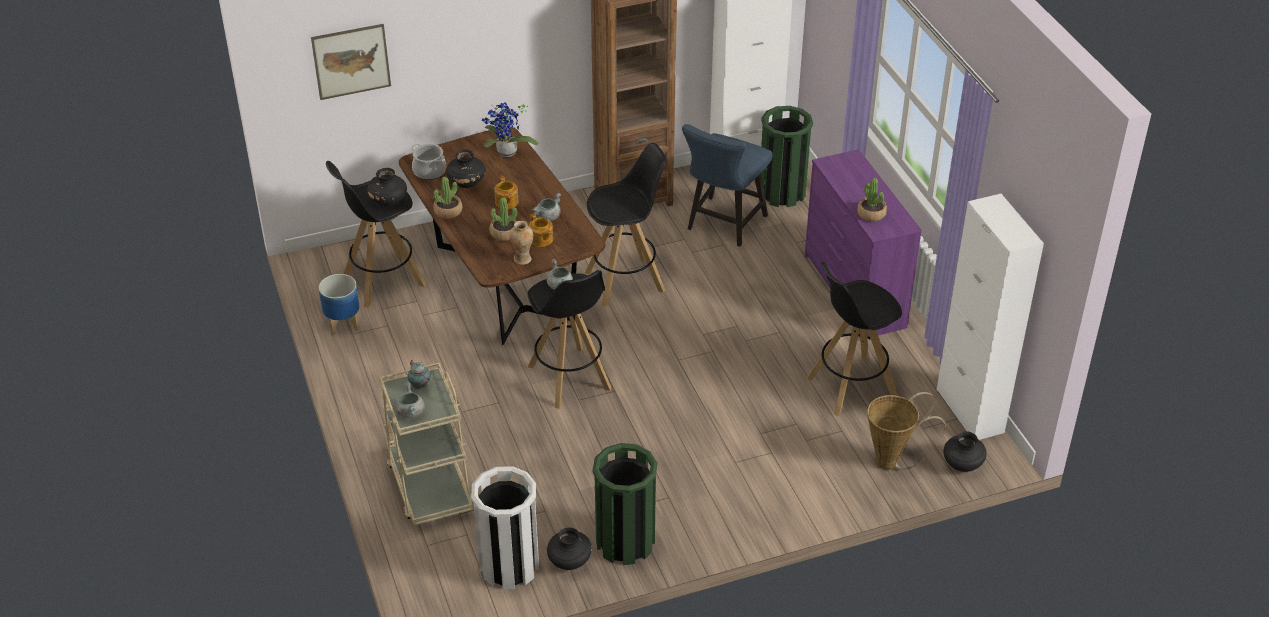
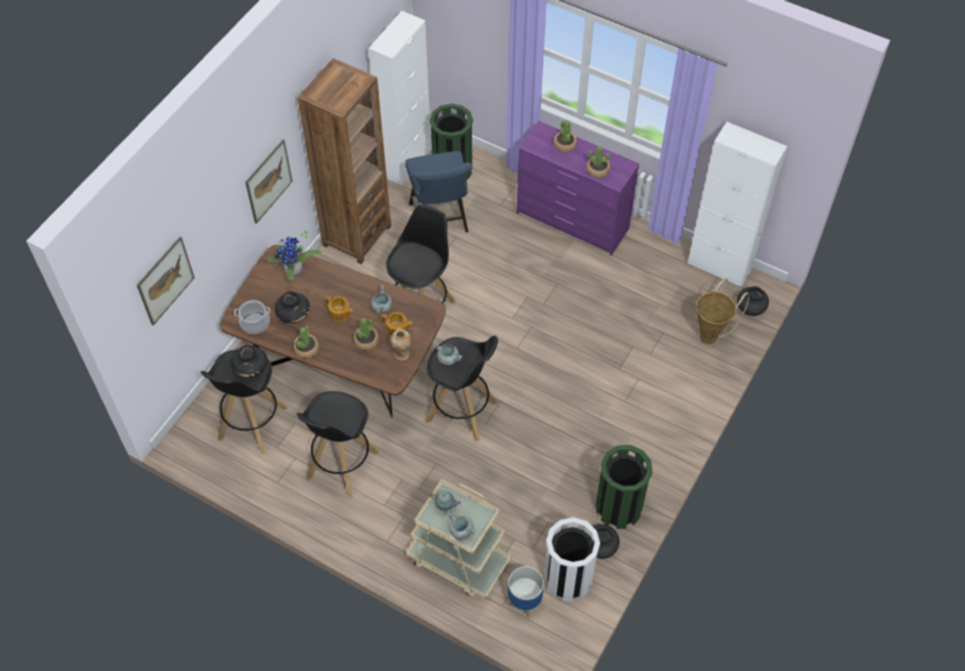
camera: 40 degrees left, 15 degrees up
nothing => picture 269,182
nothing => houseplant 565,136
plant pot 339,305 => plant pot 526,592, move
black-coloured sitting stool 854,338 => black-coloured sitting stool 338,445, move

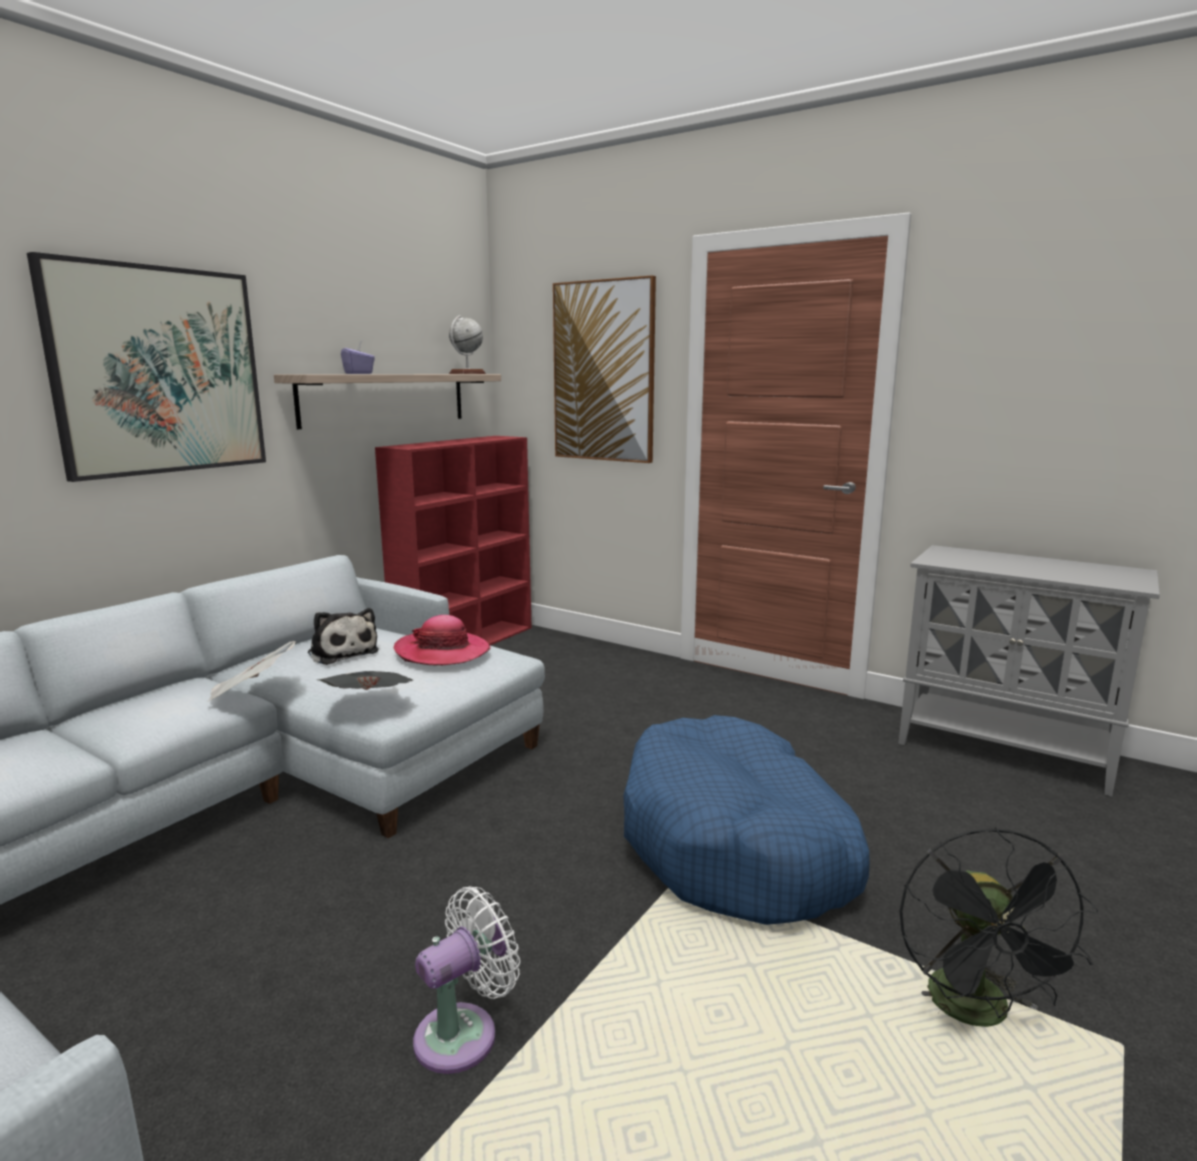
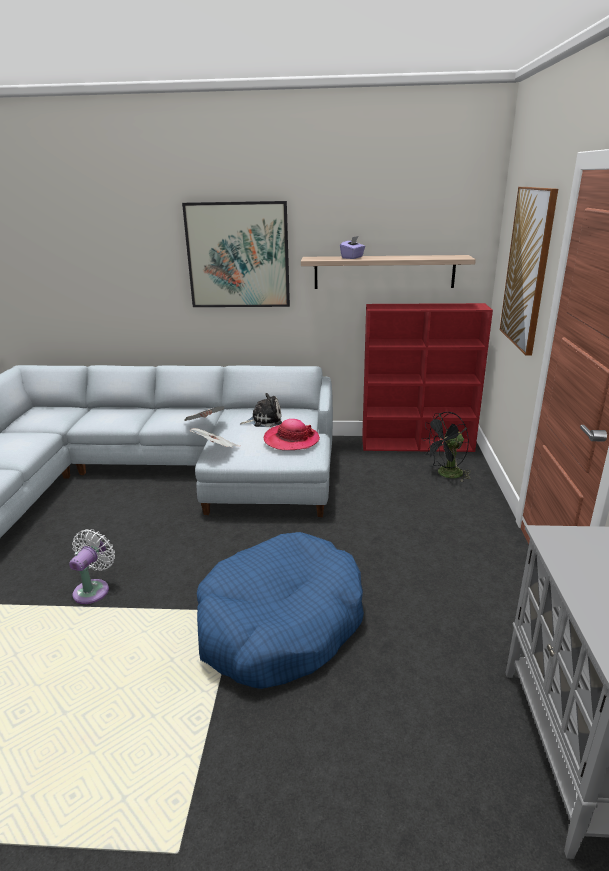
camera: 60 degrees right, 10 degrees up
globe 467,344 => nothing
black-coloured cooling fan 999,927 => black-coloured cooling fan 446,447, move
plush toy 343,636 => plush toy 261,410, 120 degrees counterclockwise
white cooling fan 466,980 => white cooling fan 92,566, 90 degrees counterclockwise

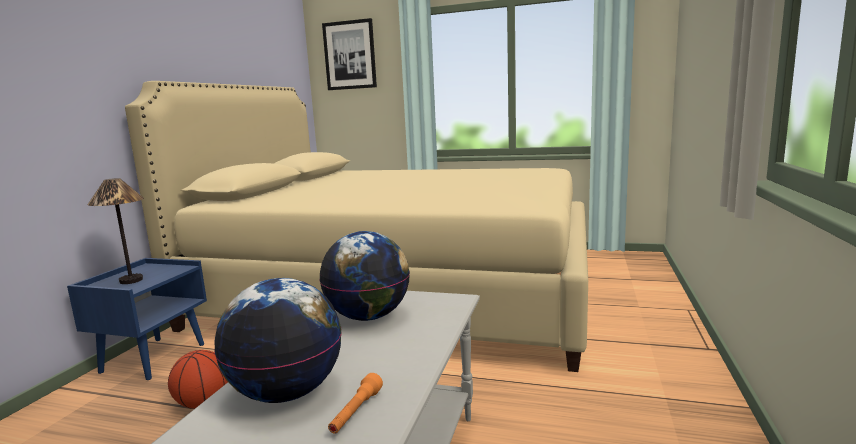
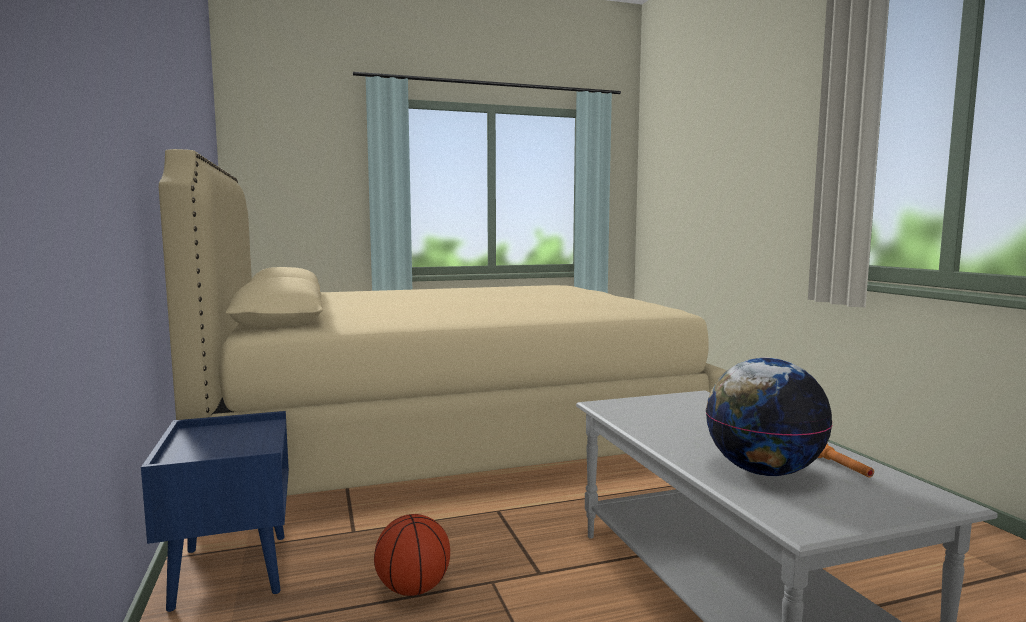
camera: 35 degrees left, 5 degrees down
tabletop lamp 115,231 => nothing
globe 364,276 => nothing
picture 349,54 => nothing

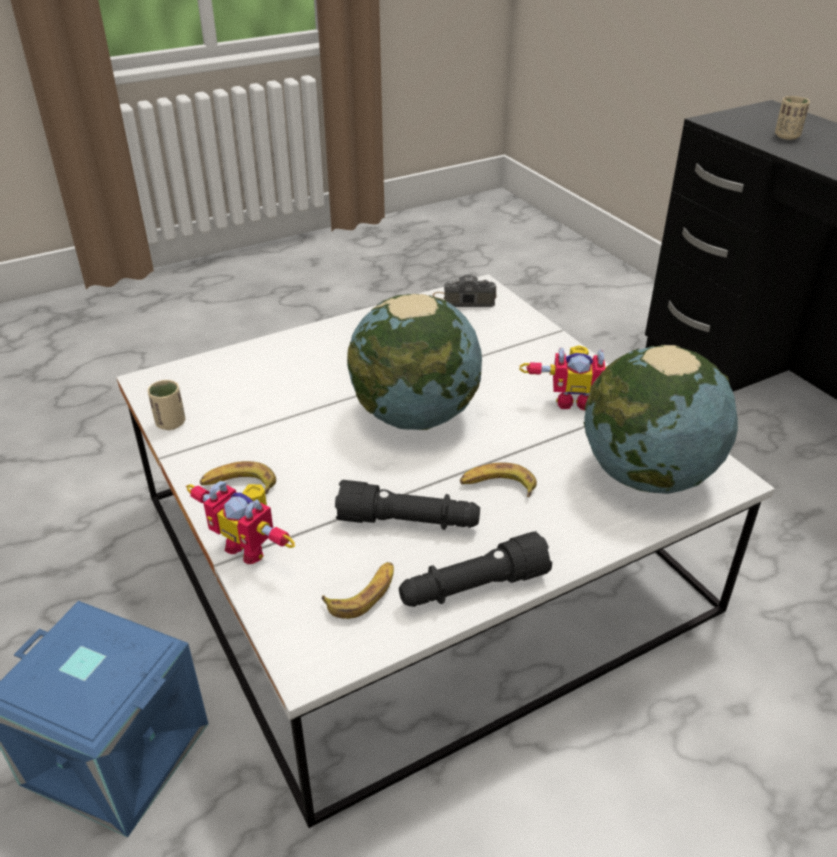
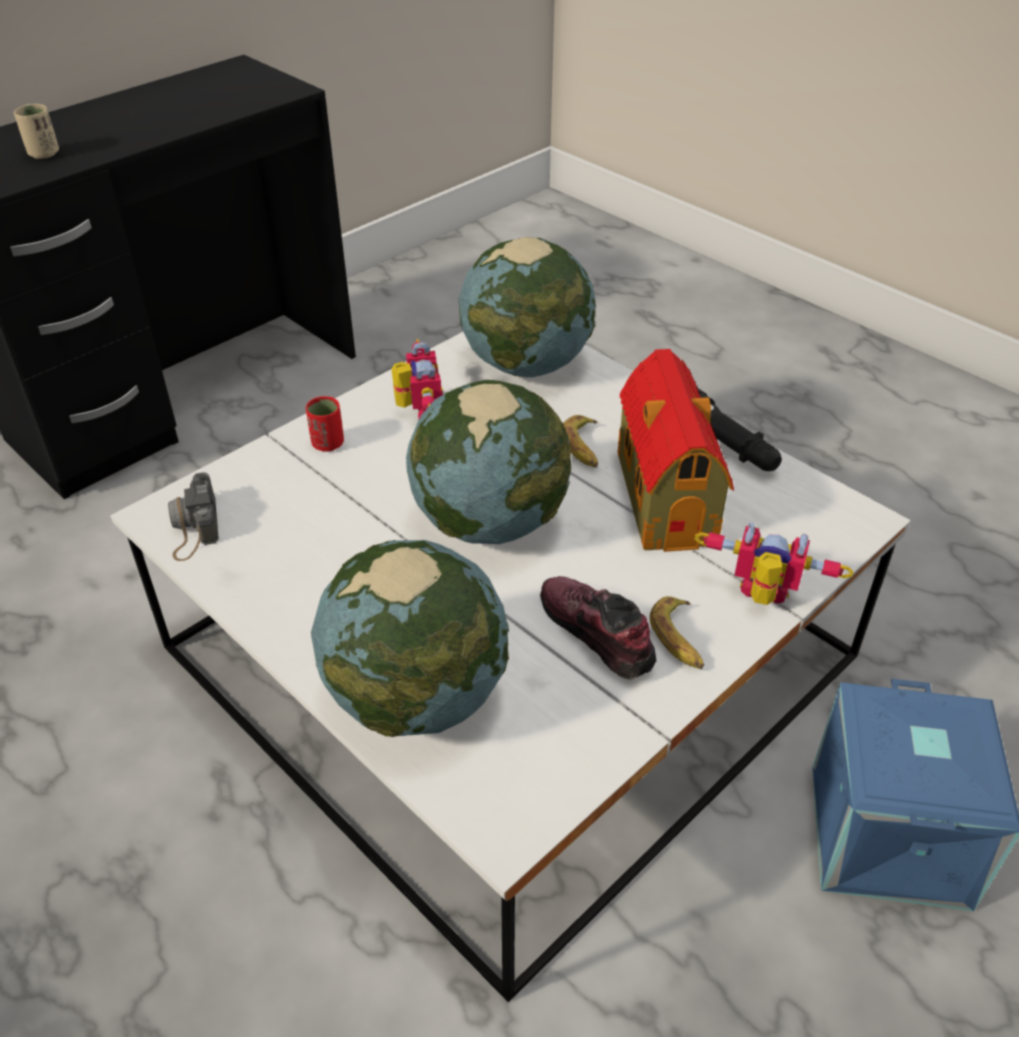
camera: 105 degrees left, 5 degrees up
beige-coloured cup 166,405 => nothing
whole banana 358,590 => nothing
nothing => red-coloured cup 325,424
nothing => globe 410,638
nothing => low shoe 598,628
black-coloured hand torch 407,505 => toy house 676,450
robot figure 240,523 => robot figure 774,563, 90 degrees counterclockwise

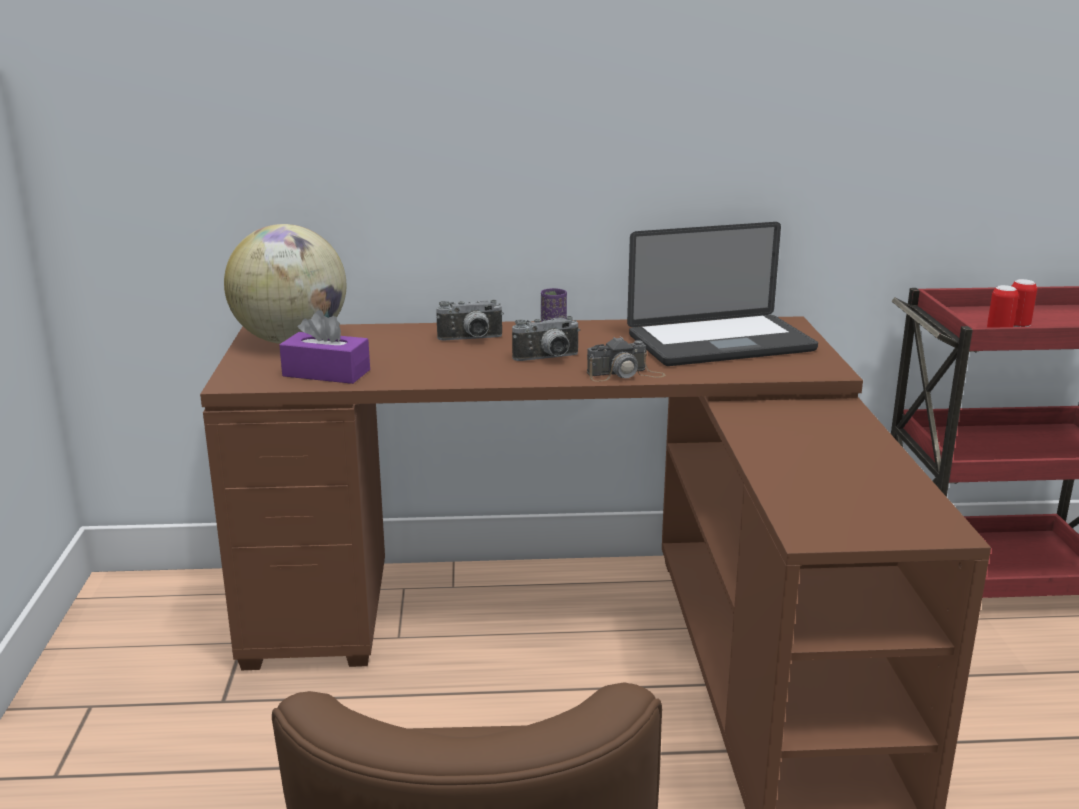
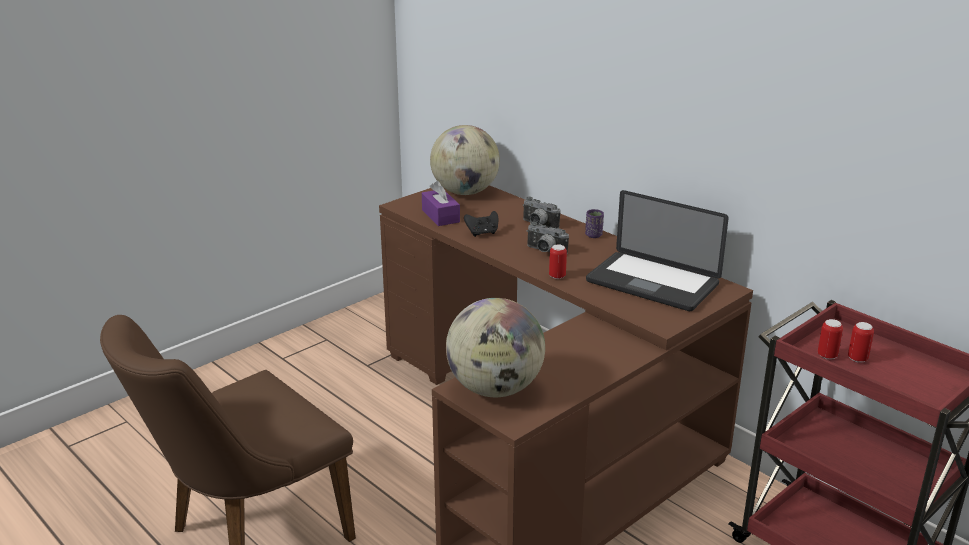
camera: 50 degrees right, 5 degrees up
nothing => globe 495,347
nothing => black-coloured game controller 481,224
photo camera 626,359 => can 558,261

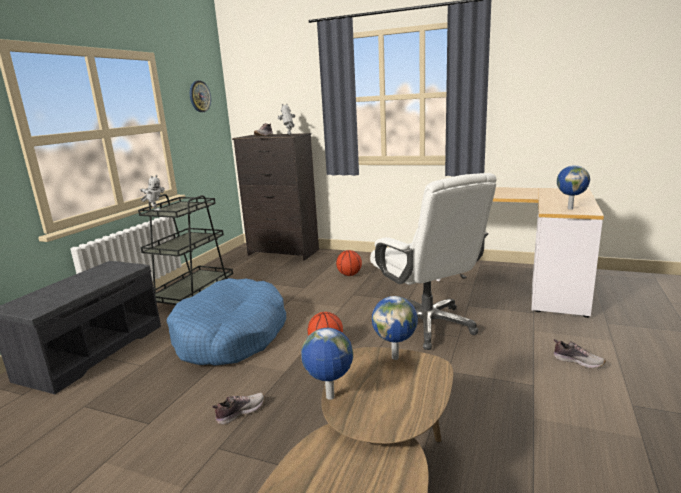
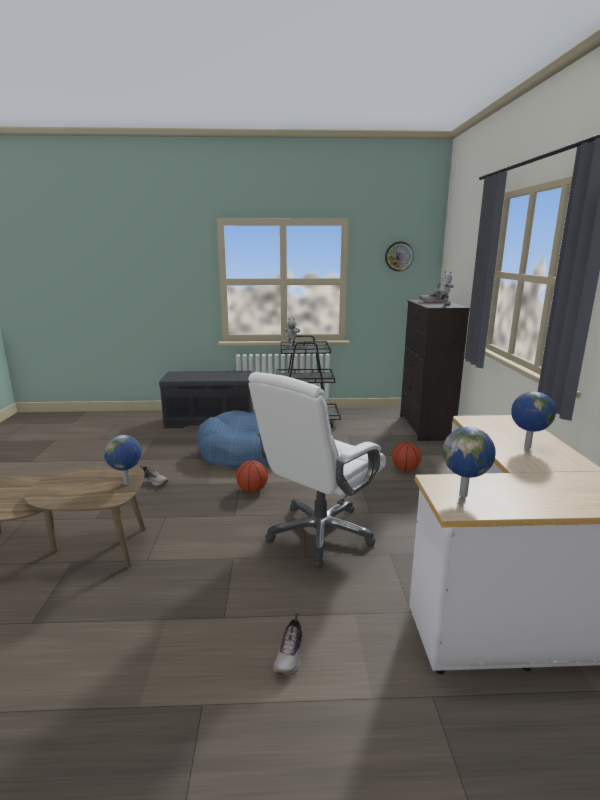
camera: 65 degrees right, 0 degrees up
globe 327,364 => globe 533,420, move

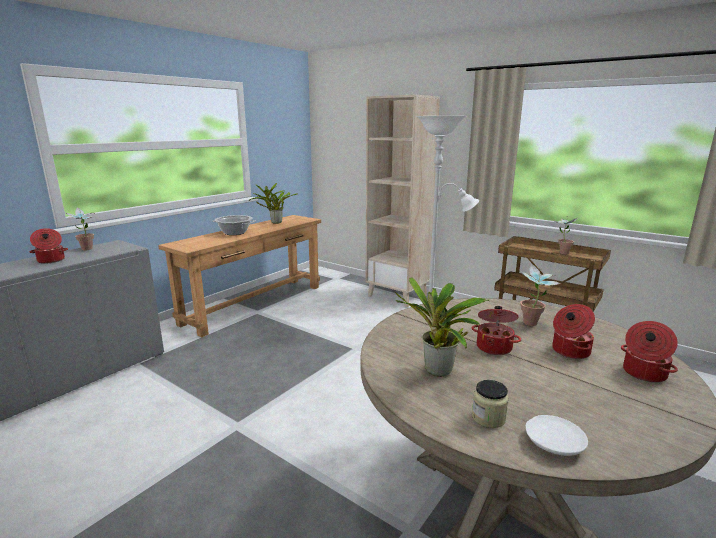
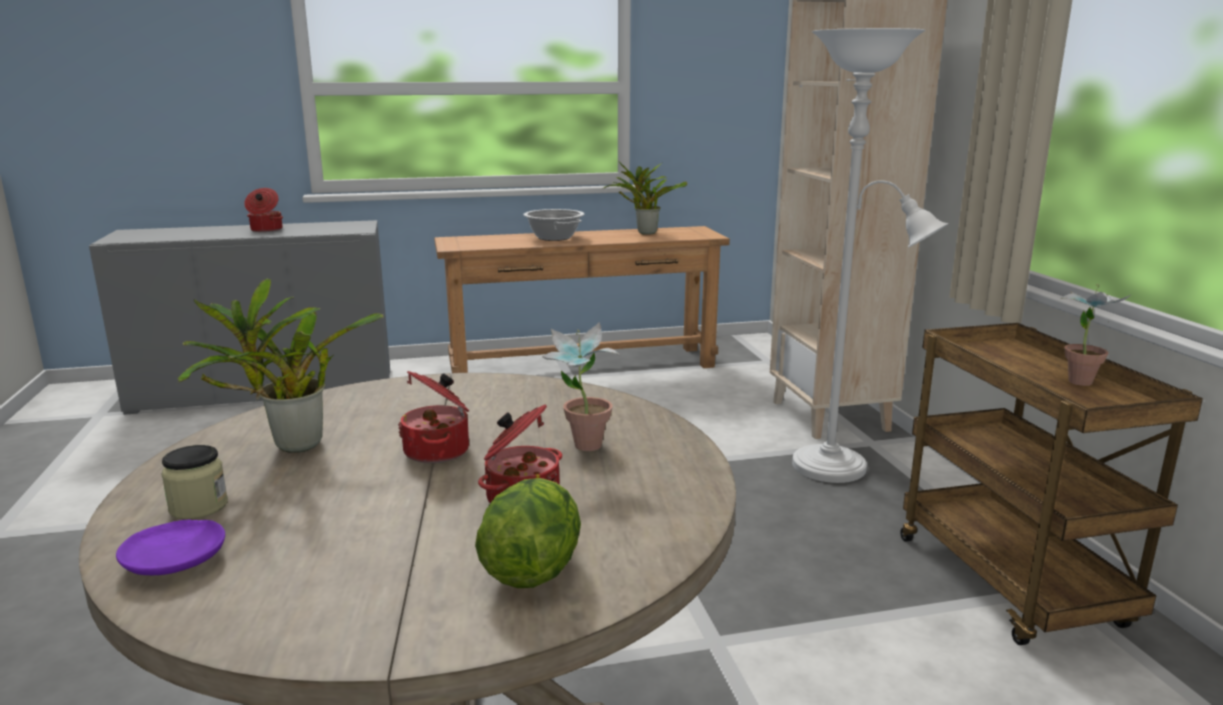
camera: 40 degrees right, 0 degrees up
houseplant 81,228 => nothing
cooking pot 649,352 => lettuce 528,533
white flat dish 557,435 => purplish flat dish 170,547

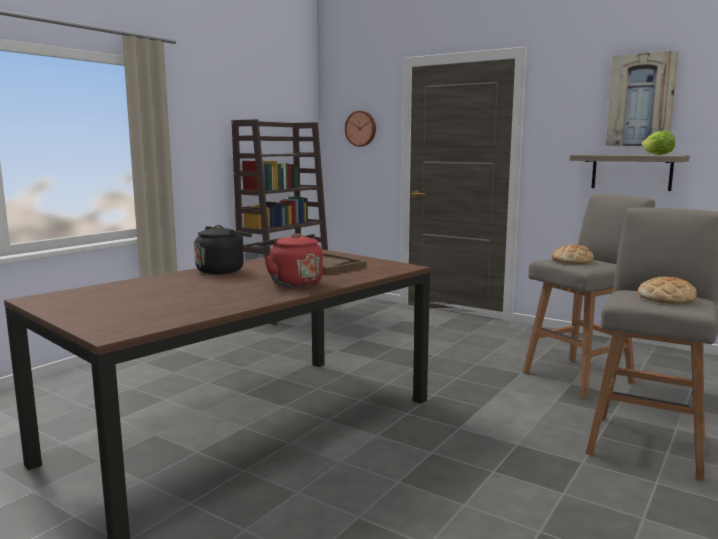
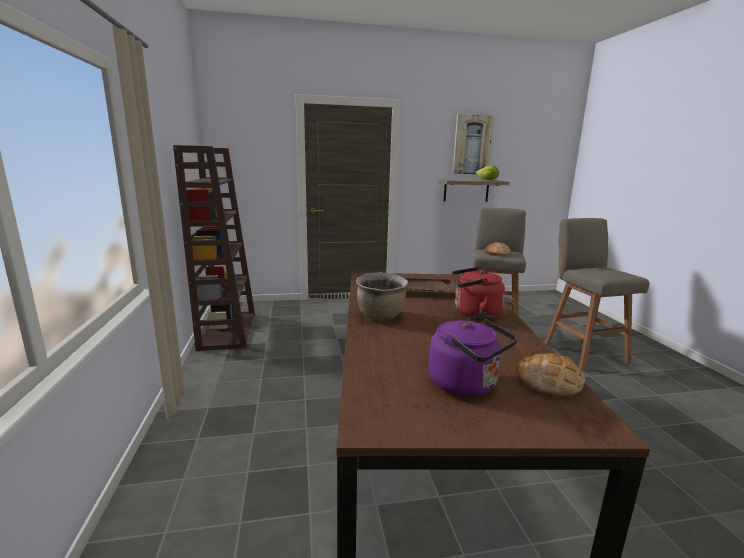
camera: 45 degrees left, 5 degrees up
wall clock 360,129 => nothing
nothing => purplish water kettle 473,358
bakery bread 667,290 => bakery bread 550,374, move
black-coloured water kettle 223,249 => brownish cooking pot 382,296

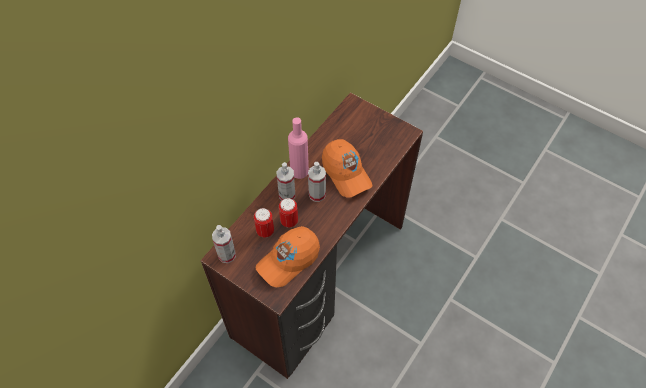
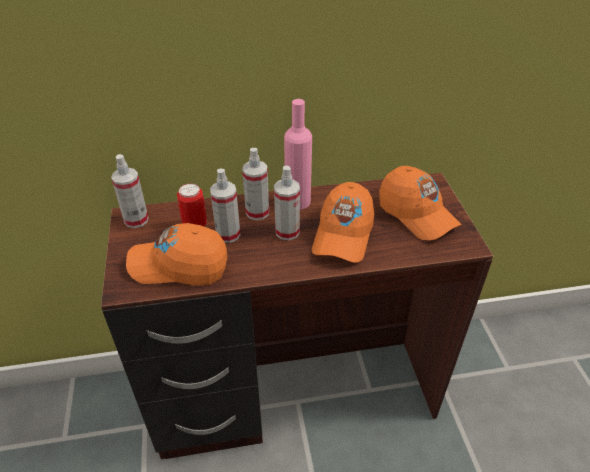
camera: 45 degrees right, 15 degrees down
nothing => orange baseball cap 420,203
can 288,213 => spray bottle 225,206

